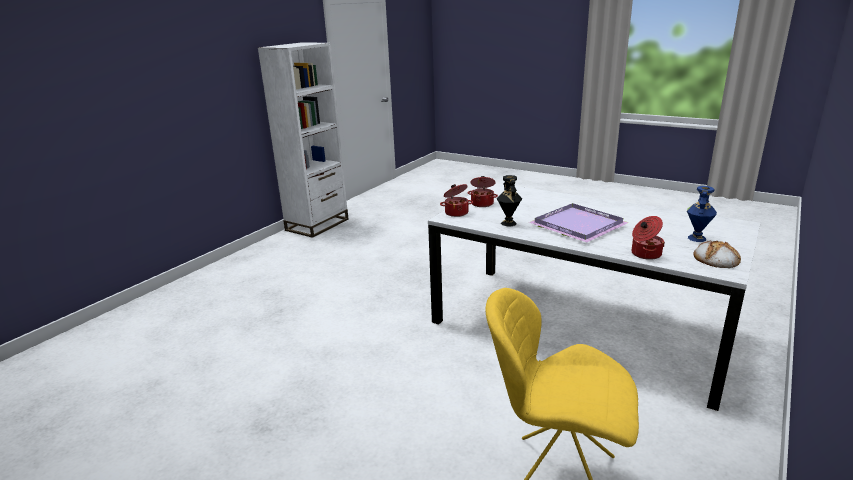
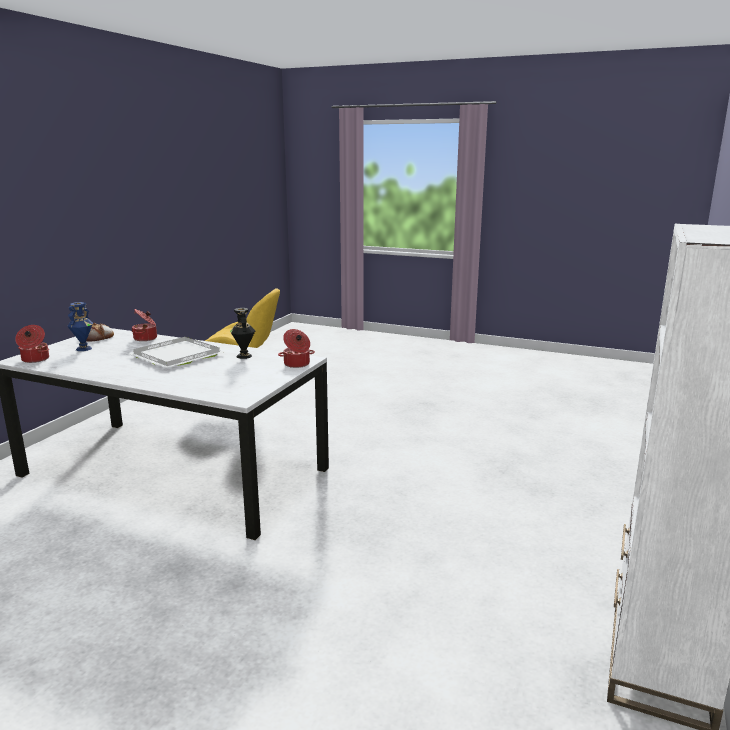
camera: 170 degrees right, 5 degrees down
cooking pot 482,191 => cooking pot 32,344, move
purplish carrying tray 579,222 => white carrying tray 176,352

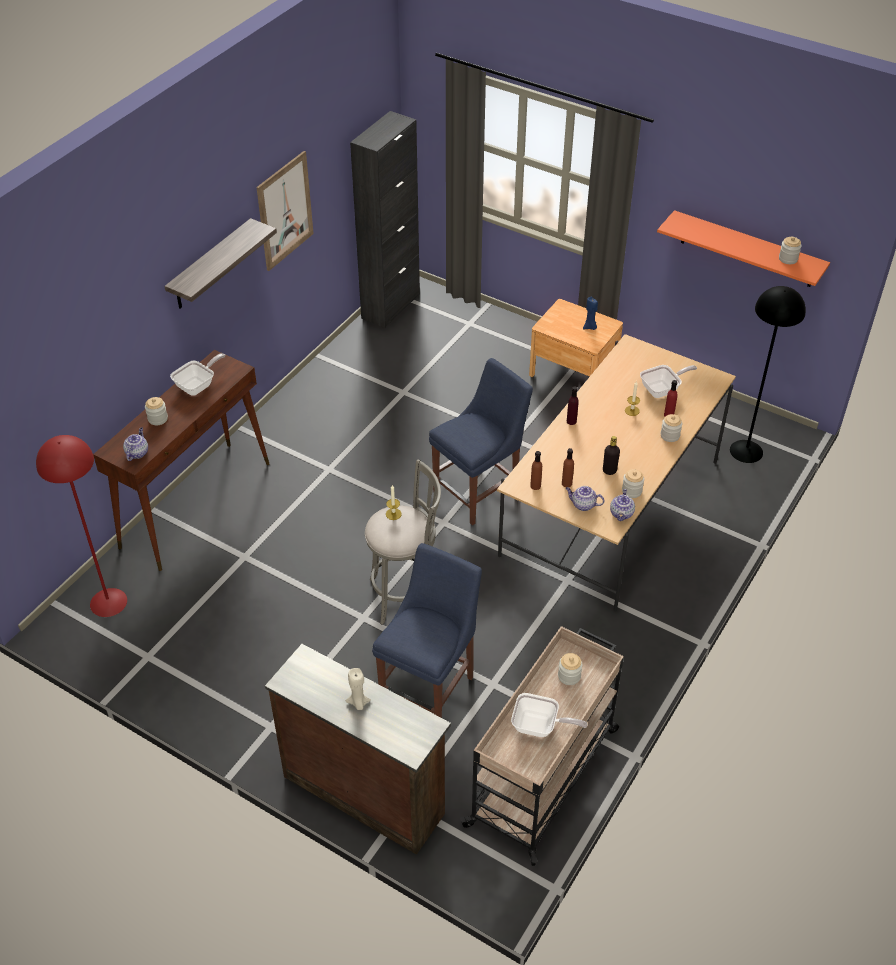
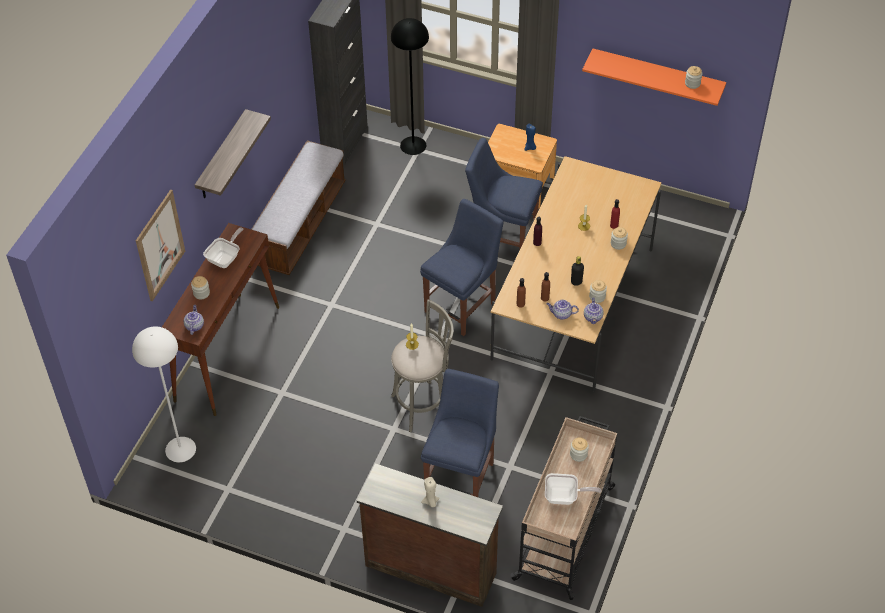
camera: 10 degrees left, 5 degrees up
skillet 668,381 => nothing
nothing => long seat 298,207
nothing => blue-coloured chair 504,194
picture 285,211 => picture 160,245, move
black-coloured floor lamp 768,374 => black-coloured floor lamp 410,86, move
red-coloured floor lamp 81,526 => white floor lamp 164,394

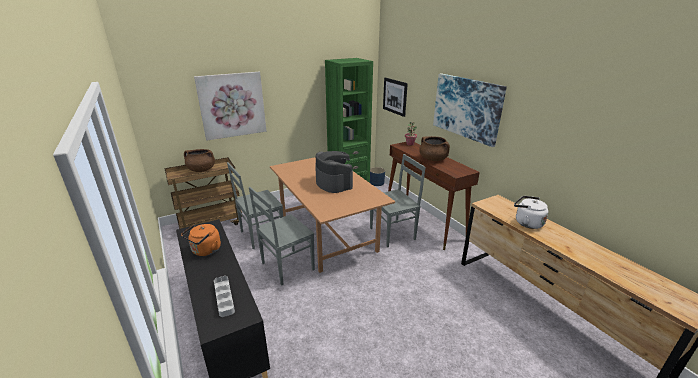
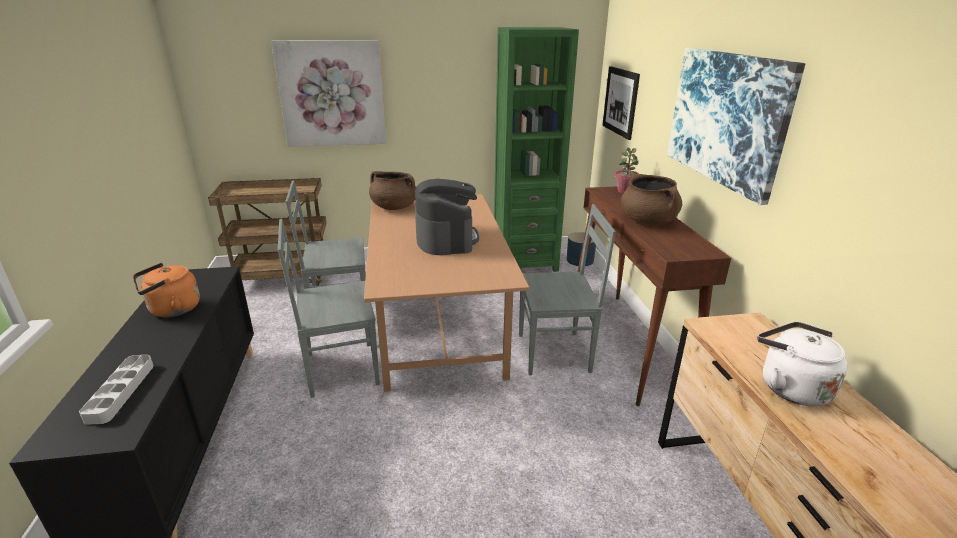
camera: 20 degrees right, 0 degrees up
brownish cooking pot 199,160 => brownish cooking pot 392,190, move

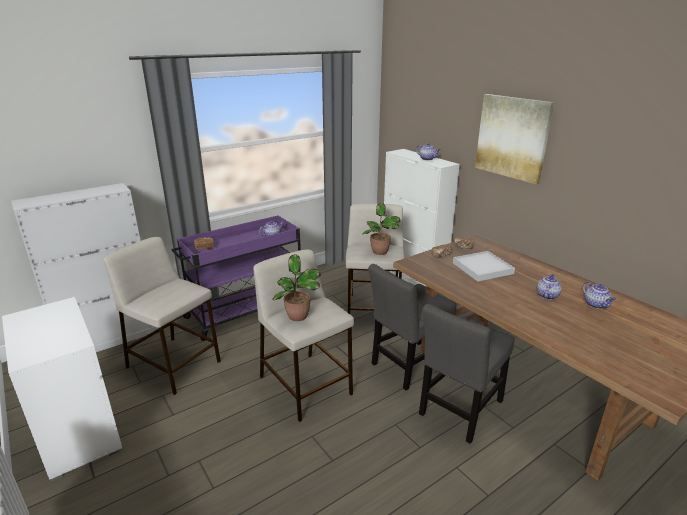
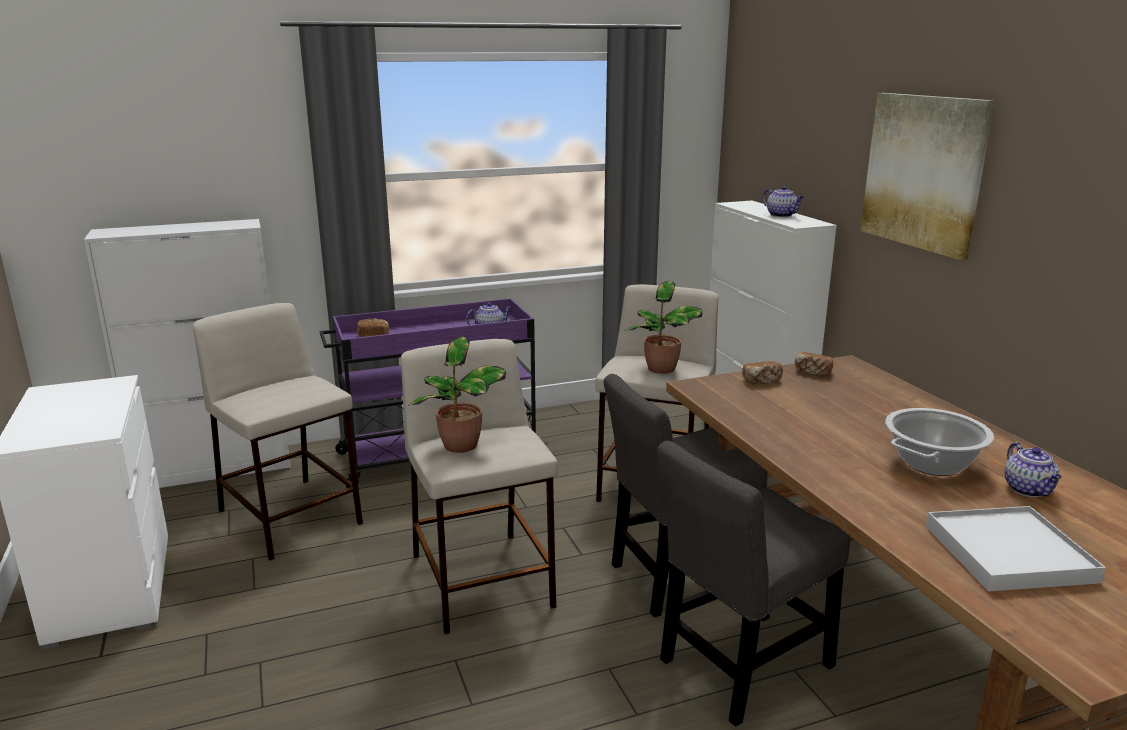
camera: 15 degrees right, 5 degrees down
white carrying tray 484,266 => white carrying tray 1016,548, move
tea pot 549,287 => cooking pot 939,442

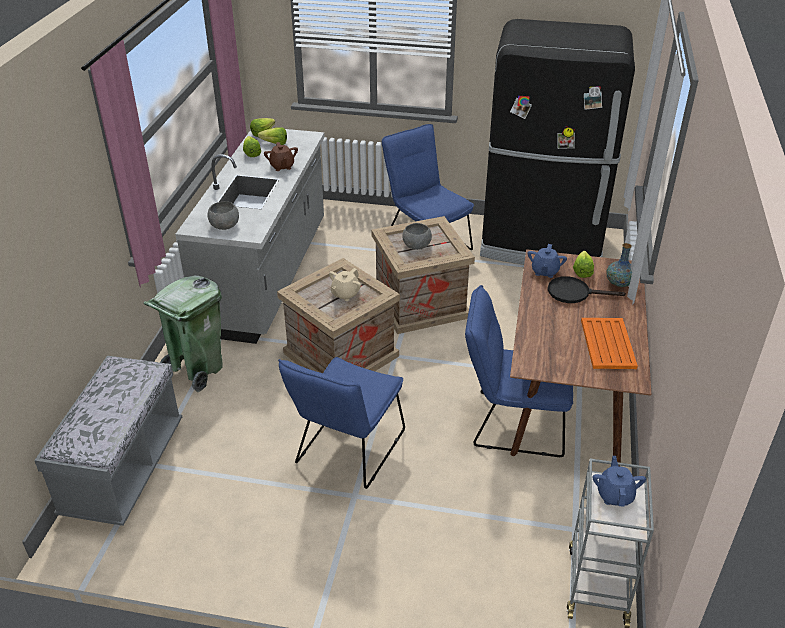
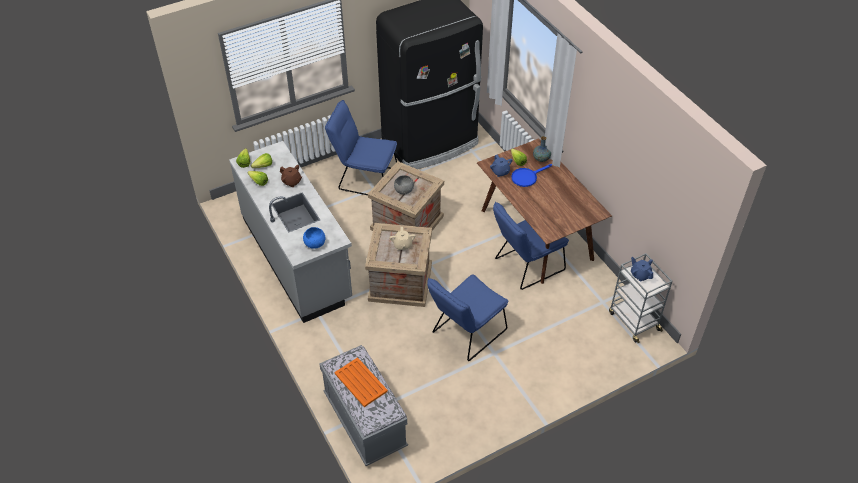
camera: 40 degrees left, 10 degrees up
green-coloured waste bin 183,334 => nothing
orange carrying tray 609,343 => orange carrying tray 361,382, move
greyish deep dish 223,215 => blue-coloured deep dish 314,238
black-coloured skillet 587,289 => blue-coloured skillet 531,175
blue-coloured chair 341,423 => blue-coloured chair 467,317, 60 degrees clockwise

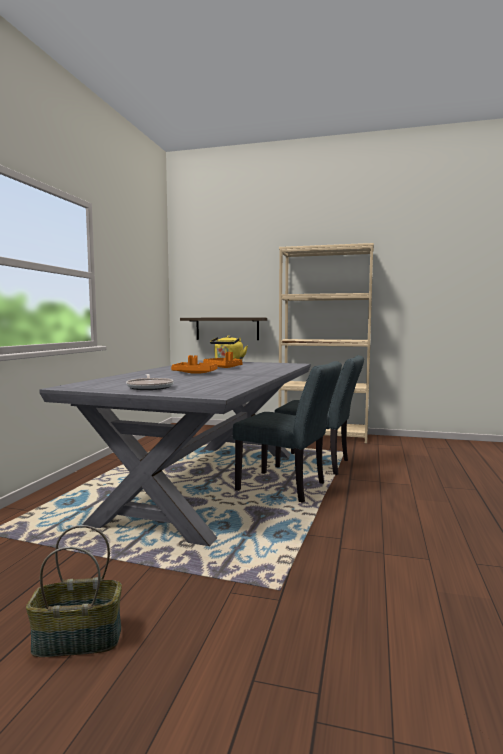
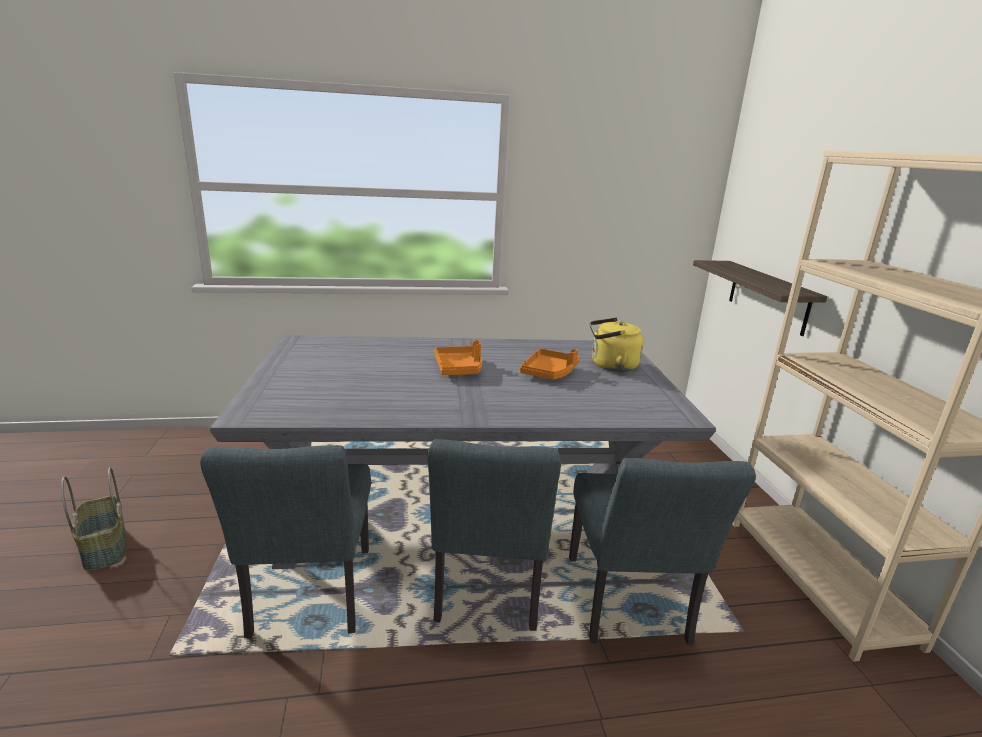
camera: 65 degrees right, 15 degrees up
skillet 150,382 => nothing
nothing => greyish chair 285,542

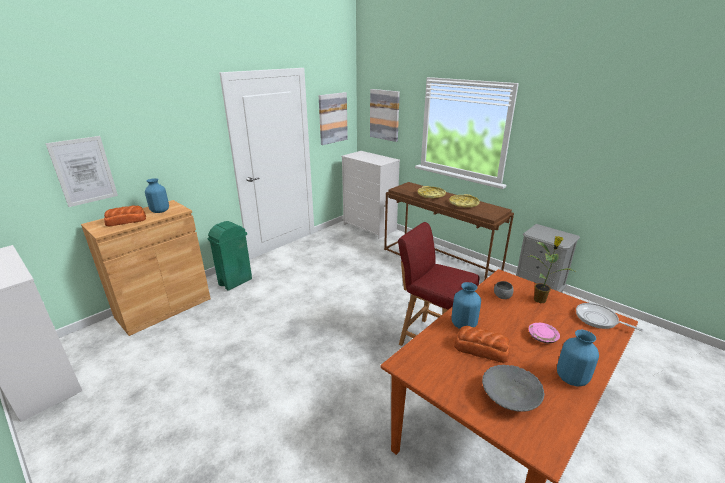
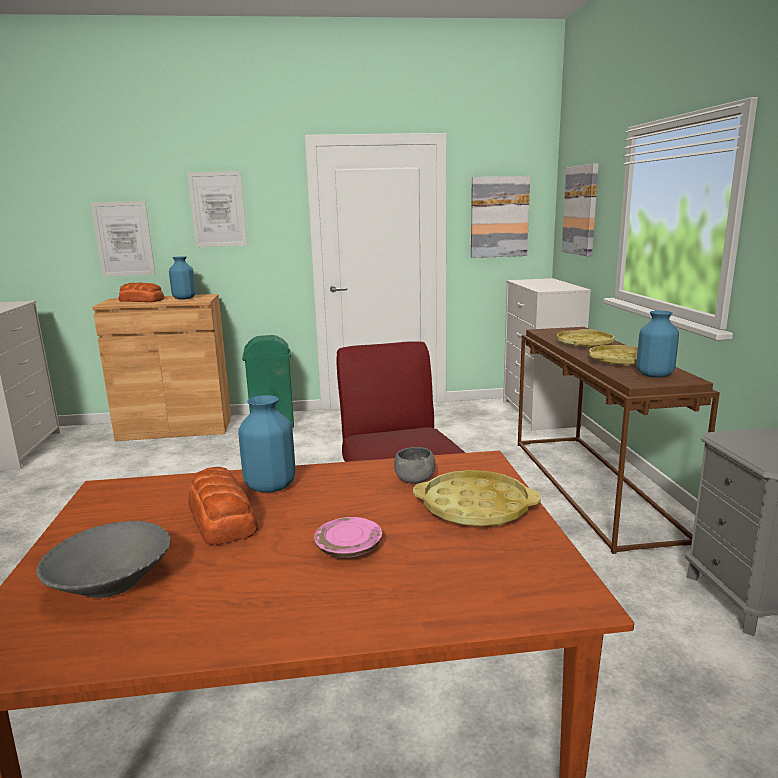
camera: 40 degrees right, 10 degrees down
skillet 610,317 => nothing
nothing => picture 217,209
blue-coloured decorative vase 578,358 => blue-coloured decorative vase 657,344, move
houseplant 551,269 => yellow carrying tray 477,498

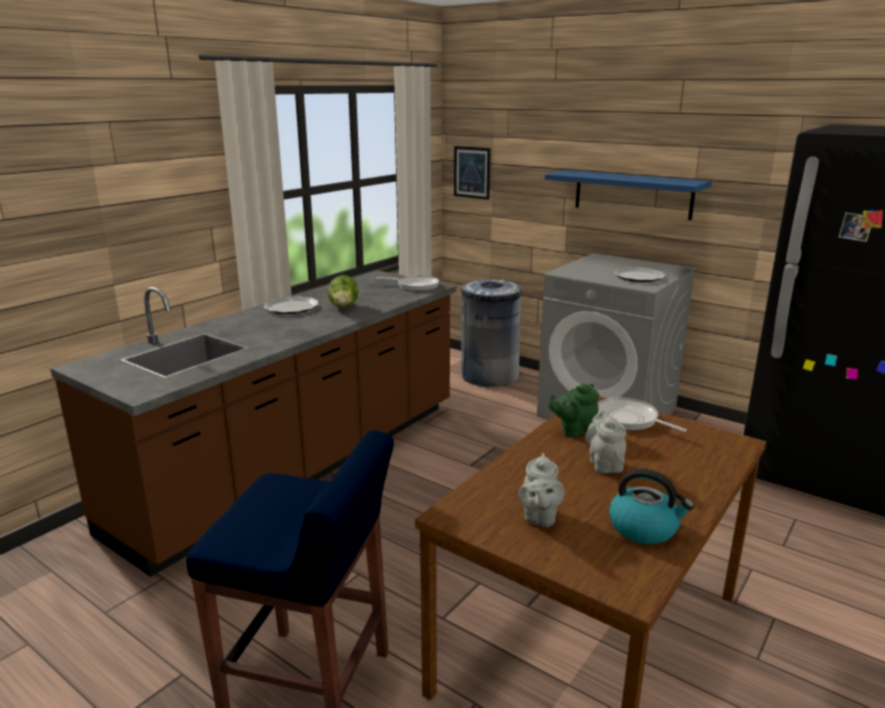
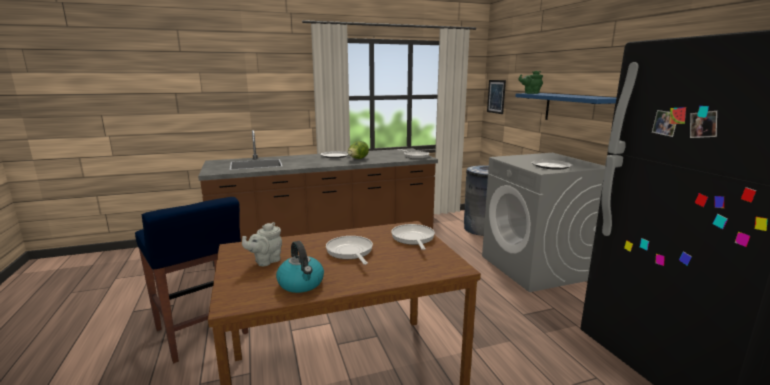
camera: 35 degrees right, 5 degrees down
green-coloured tea pot 573,410 => green-coloured tea pot 531,82, move
greyish tea pot 606,441 => skillet 349,250

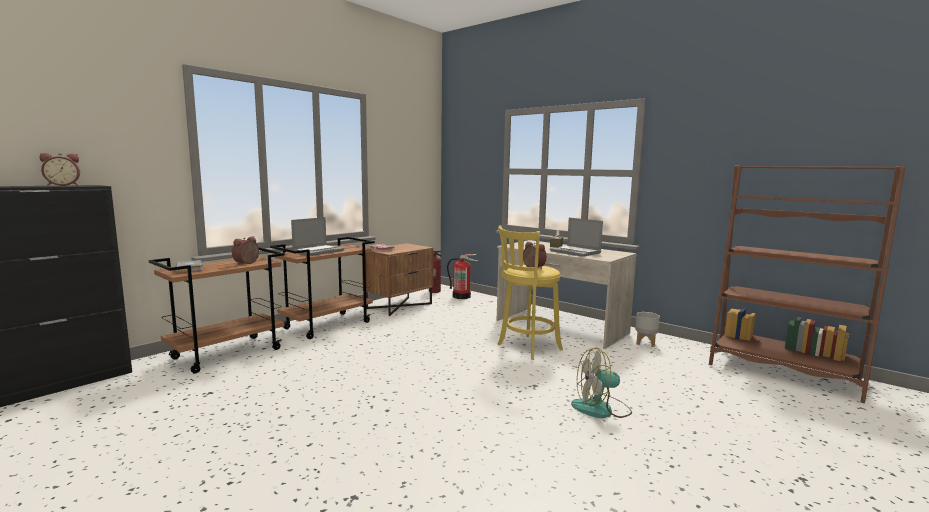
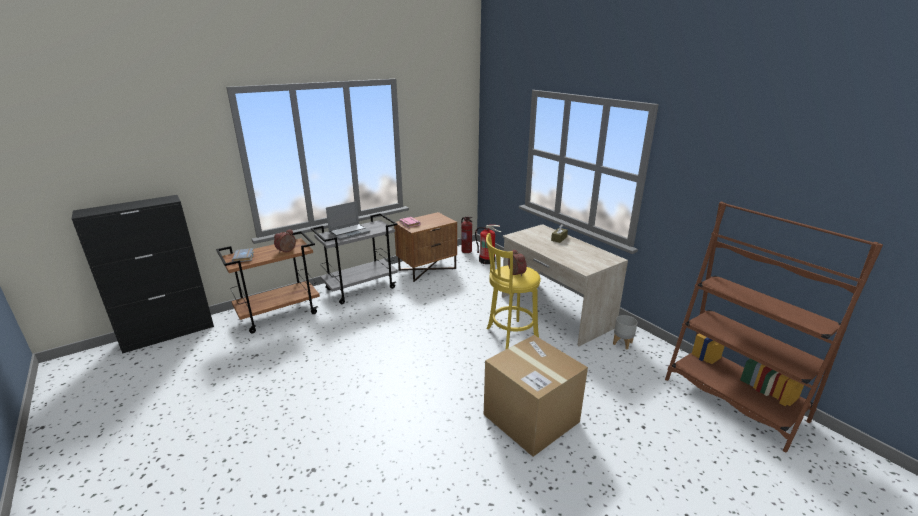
camera: 15 degrees right, 15 degrees up
bedside clock 60,169 => nothing
laptop 576,237 => nothing
cooling fan 601,382 => cardboard box 536,396
brownish cart 322,288 => greyish cart 354,258

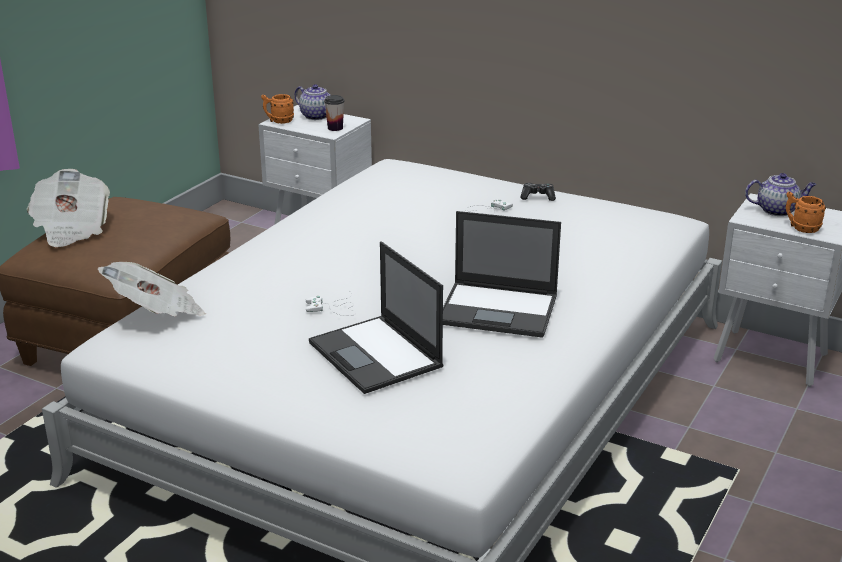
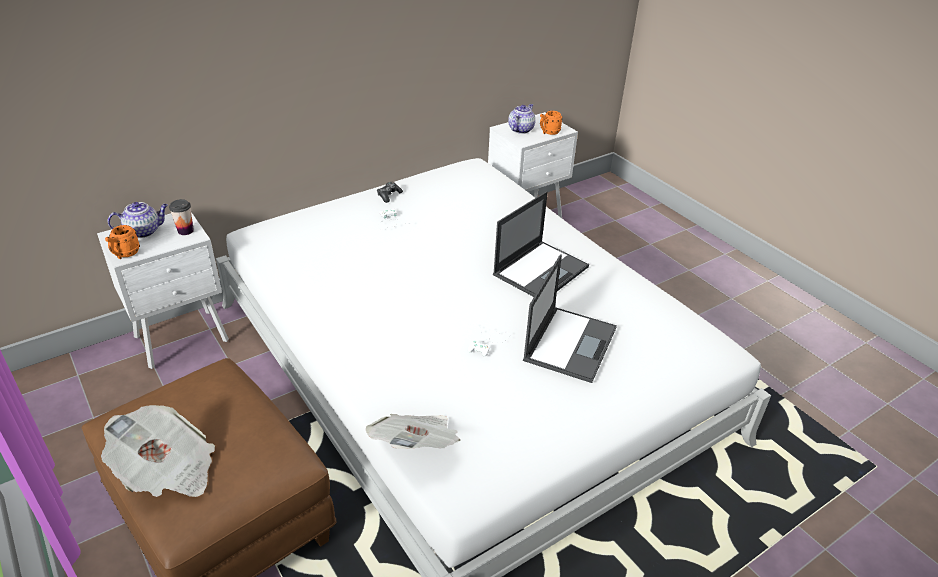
camera: 65 degrees left, 10 degrees up
laptop 376,317 => laptop 570,318, 60 degrees counterclockwise

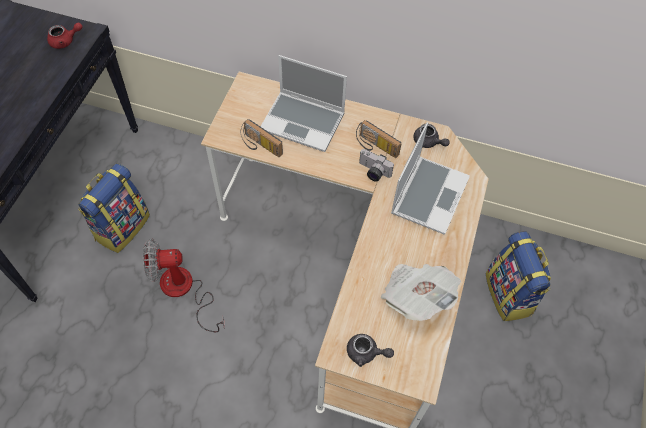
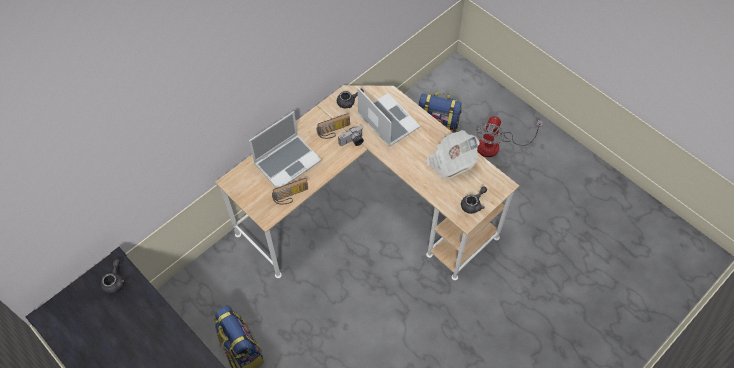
camera: 60 degrees left, 0 degrees up
cooling fan 184,285 => cooling fan 510,136, move
red-coloured tea pot 65,36 => greyish tea pot 113,276

